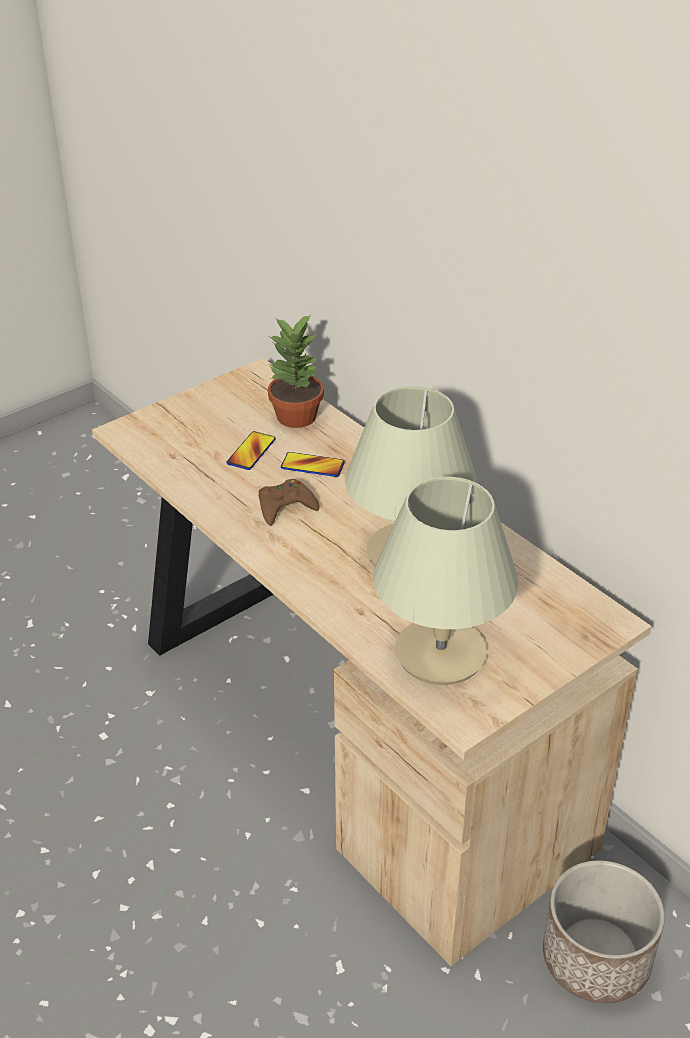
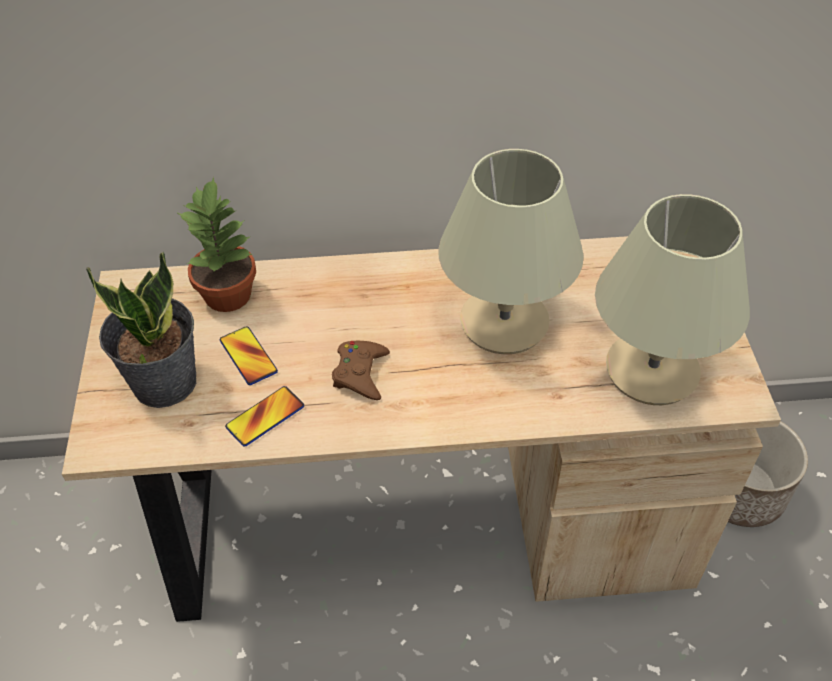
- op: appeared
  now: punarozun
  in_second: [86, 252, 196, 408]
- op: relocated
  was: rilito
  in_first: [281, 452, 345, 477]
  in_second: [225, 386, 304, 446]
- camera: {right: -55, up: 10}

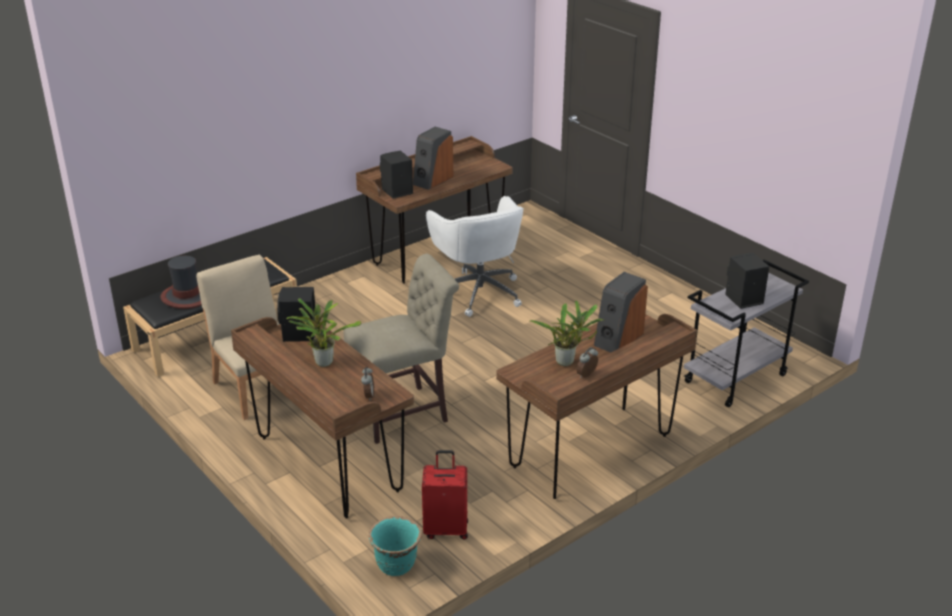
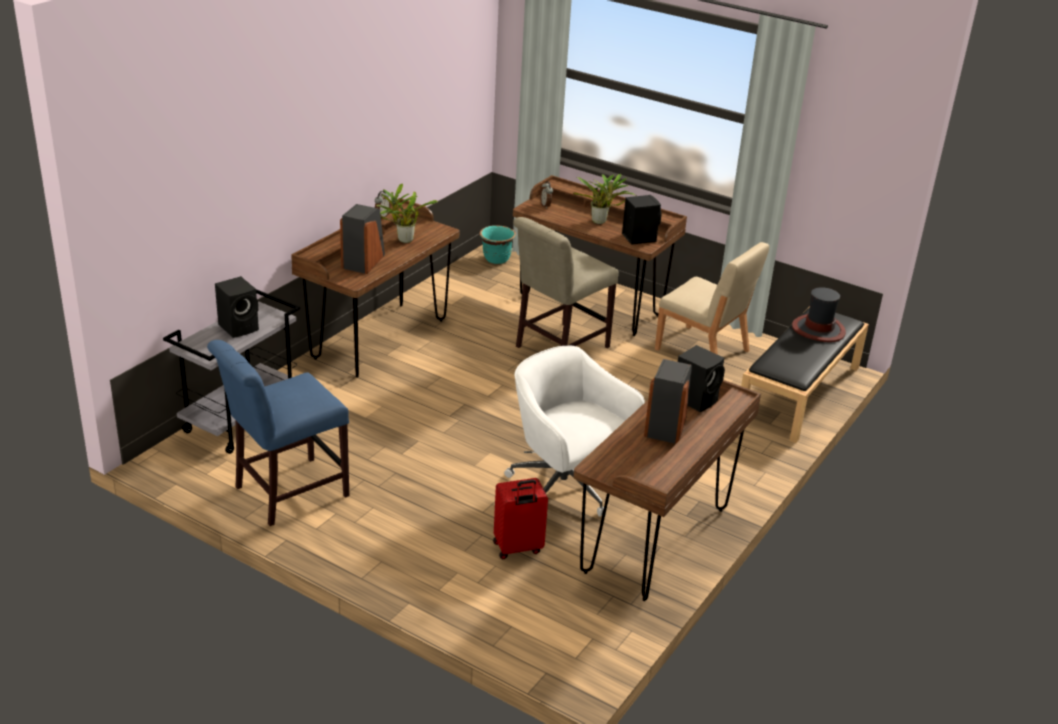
- op: appeared
  now: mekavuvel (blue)
  in_second: [207, 340, 349, 526]
- op: relocated
  was: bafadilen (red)
  in_first: [422, 450, 468, 540]
  in_second: [493, 478, 548, 559]
- camera: {right: 160, up: 0}

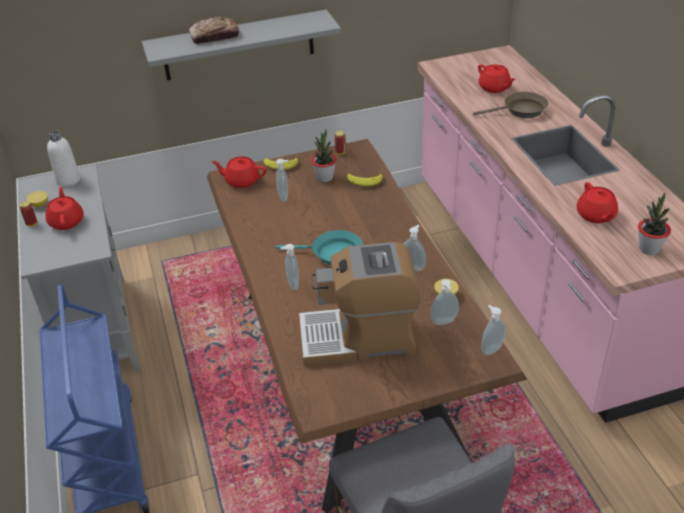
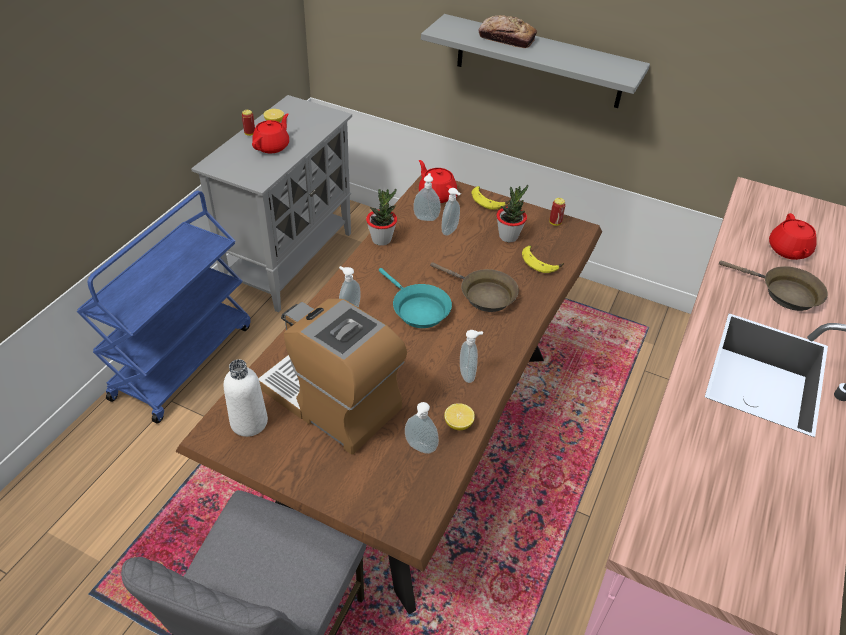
- op: relocated
  was: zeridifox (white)
  in_first: [47, 130, 80, 187]
  in_second: [224, 359, 268, 437]
- op: relocated
  was: punarozun
  in_first: [638, 193, 671, 255]
  in_second: [366, 189, 397, 246]
- op: relocated
  was: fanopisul
  in_first: [481, 305, 505, 355]
  in_second: [413, 173, 441, 221]
- op: appeared
  now: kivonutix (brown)
  in_second: [430, 262, 519, 312]
- op: missing
  was: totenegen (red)
  in_first: [577, 182, 618, 223]
- camera: {right: 40, up: 5}

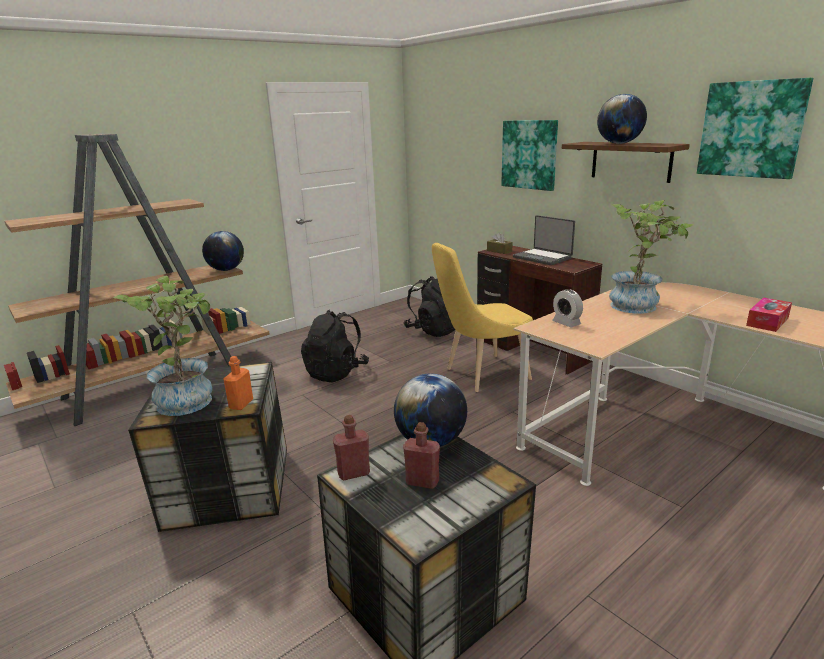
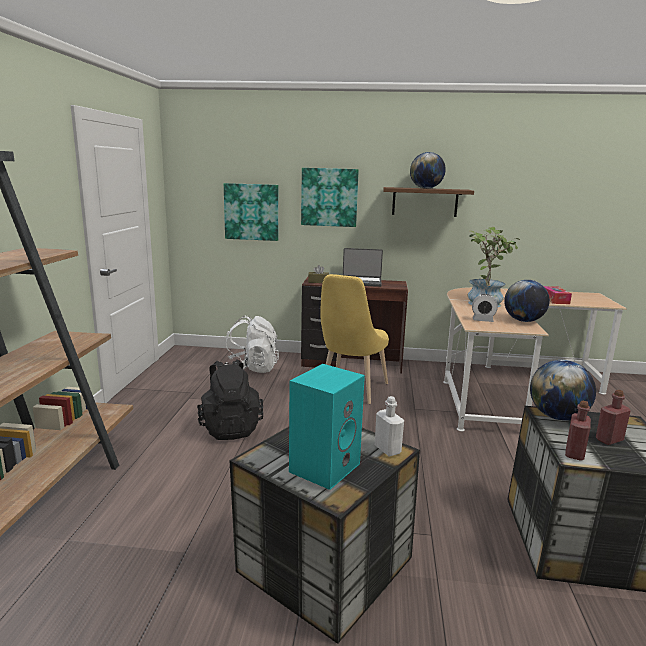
- op: relocated
  was: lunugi
  in_first: [697, 78, 813, 179]
  in_second: [224, 183, 279, 241]
- op: colour
  was: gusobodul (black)
  now: gusobodul (white)
  in_first: [404, 276, 455, 337]
  in_second: [224, 316, 279, 373]
- op: exchanged
  was: punarozun
  now: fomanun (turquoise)
  in_first: [114, 276, 212, 416]
  in_second: [289, 364, 365, 490]
- op: colour
  was: zeridifox (orange)
  now: zeridifox (white)
  in_first: [223, 356, 253, 410]
  in_second: [375, 396, 404, 456]
- op: relocated
  was: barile
  in_first: [202, 231, 244, 271]
  in_second: [504, 280, 550, 322]
- camera: {right: -45, up: -5}

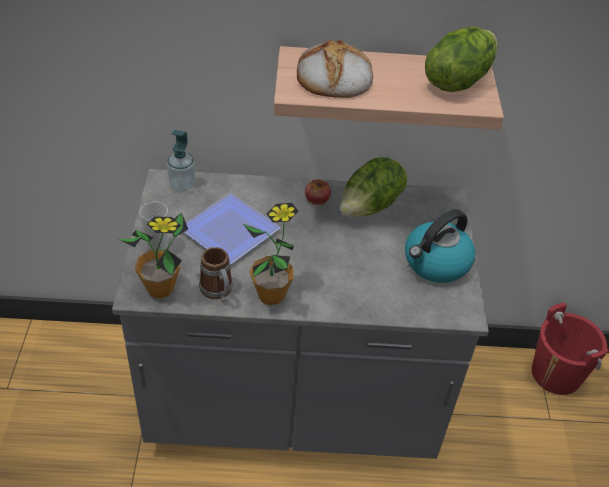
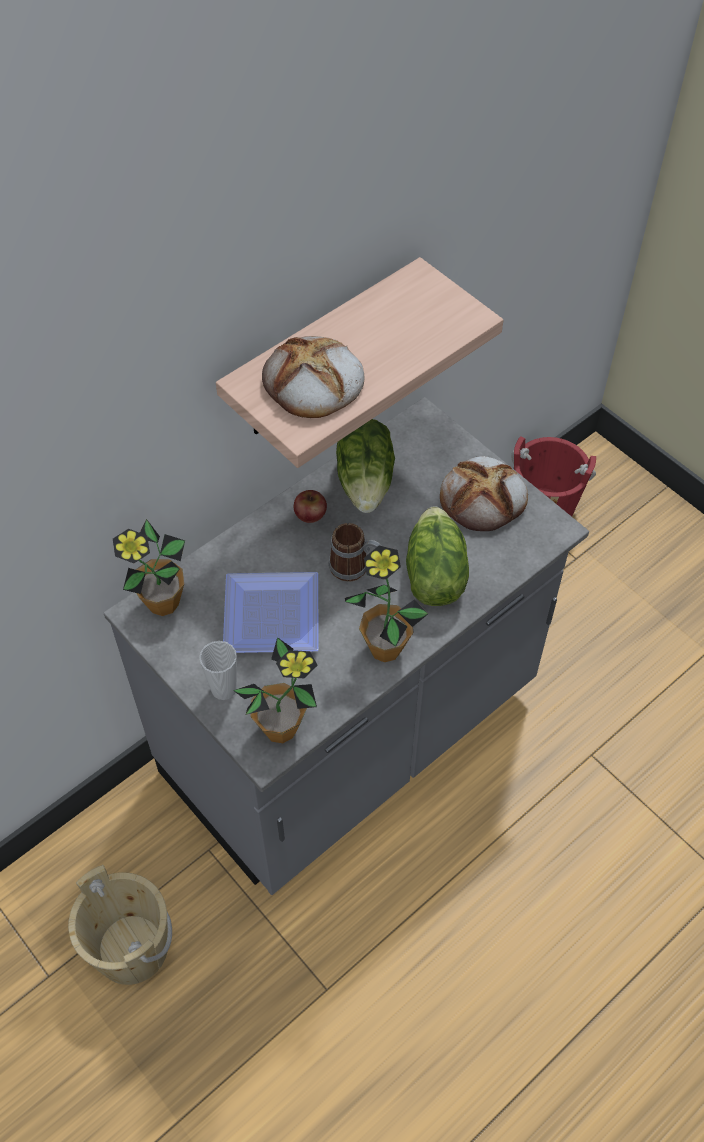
- op: appeared
  now: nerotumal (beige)
  in_second: [68, 865, 172, 985]
- op: exchanged
  was: fanopisul
  now: punarozun
  in_first: [167, 130, 196, 192]
  in_second: [113, 519, 185, 616]
- op: relocated
  was: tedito
  in_first: [199, 247, 233, 302]
  in_second: [328, 523, 382, 582]
- op: relocated
  was: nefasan
  in_first: [425, 27, 498, 92]
  in_second: [406, 506, 469, 606]
- op: exchanged
  was: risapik
  now: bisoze
  in_first: [405, 209, 475, 283]
  in_second: [440, 456, 528, 531]
- camera: {right: -40, up: 10}

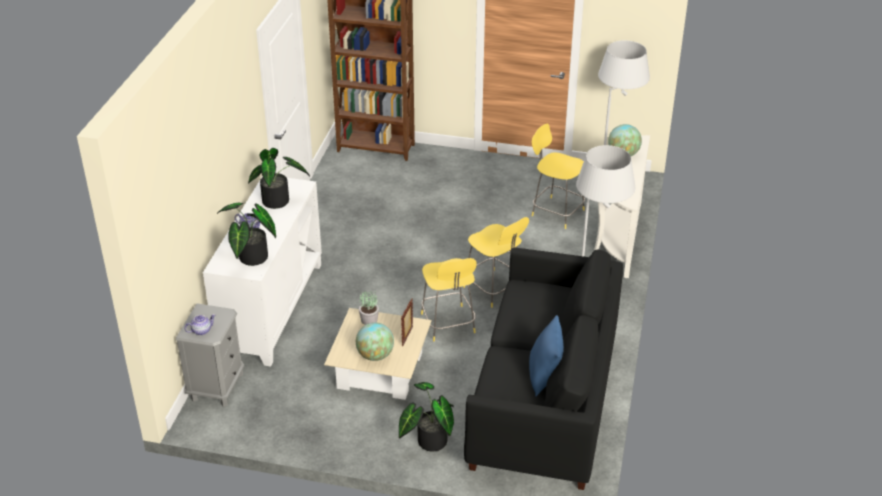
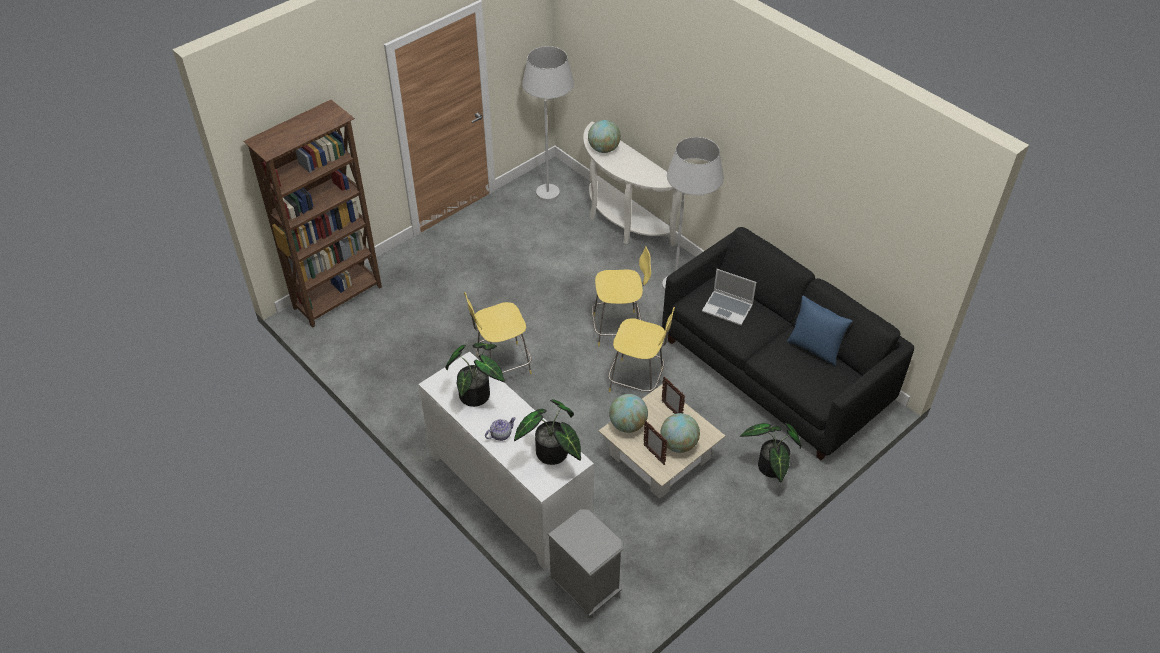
- op: relocated
  was: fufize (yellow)
  in_first: [532, 124, 585, 229]
  in_second: [464, 292, 532, 374]
- op: exchanged
  was: punarozun
  now: barile
  in_first: [359, 291, 379, 325]
  in_second: [609, 394, 648, 433]
- op: appeared
  now: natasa
  in_second: [644, 421, 667, 465]
- op: appeared
  now: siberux
  in_second: [702, 269, 756, 326]
- op: missing
  was: totenegen
  in_first: [185, 314, 216, 335]
- camera: {right: -55, up: 10}

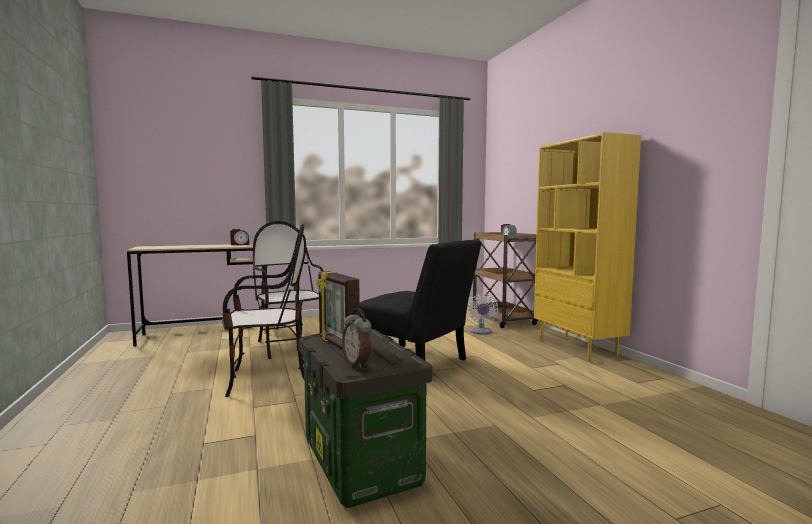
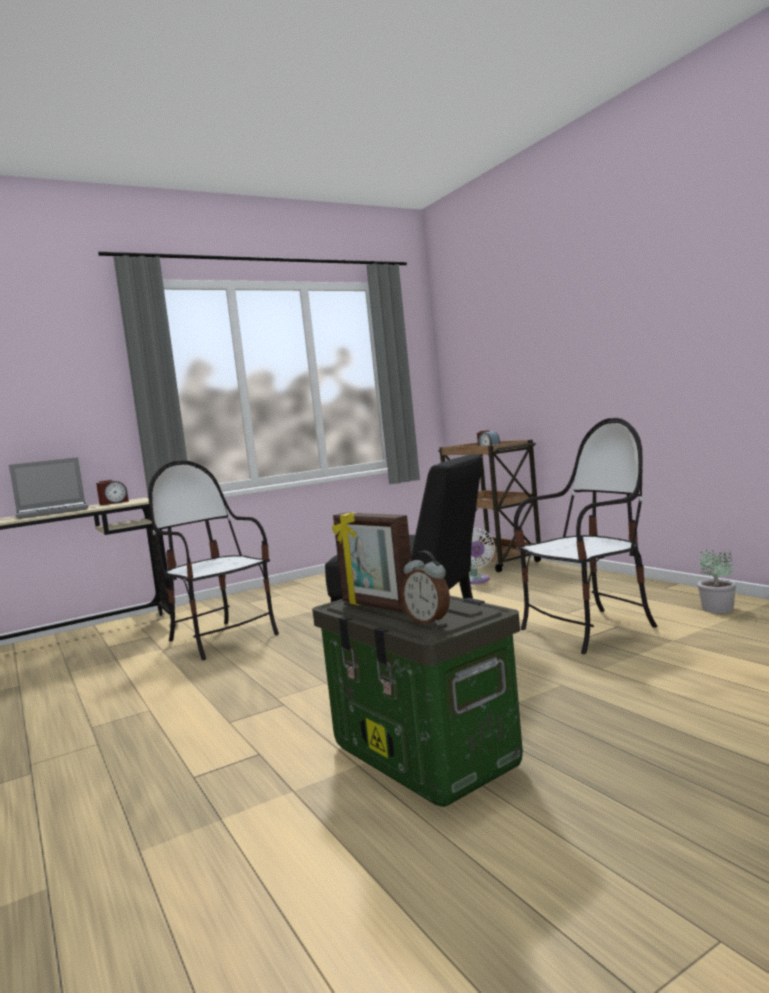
- op: appeared
  now: siberux
  in_second: [9, 457, 89, 519]
- op: relocated
  was: mekavuvel
  in_first: [222, 224, 306, 397]
  in_second: [514, 418, 657, 654]
- op: appeared
  now: punarozun
  in_second: [697, 550, 736, 613]
- op: missing
  was: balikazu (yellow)
  in_first: [534, 132, 641, 361]
- camera: {right: -10, up: 0}

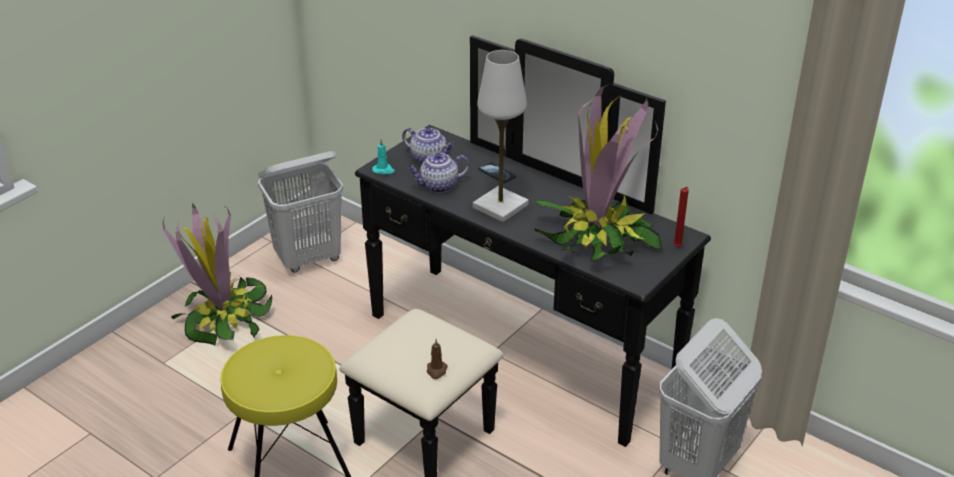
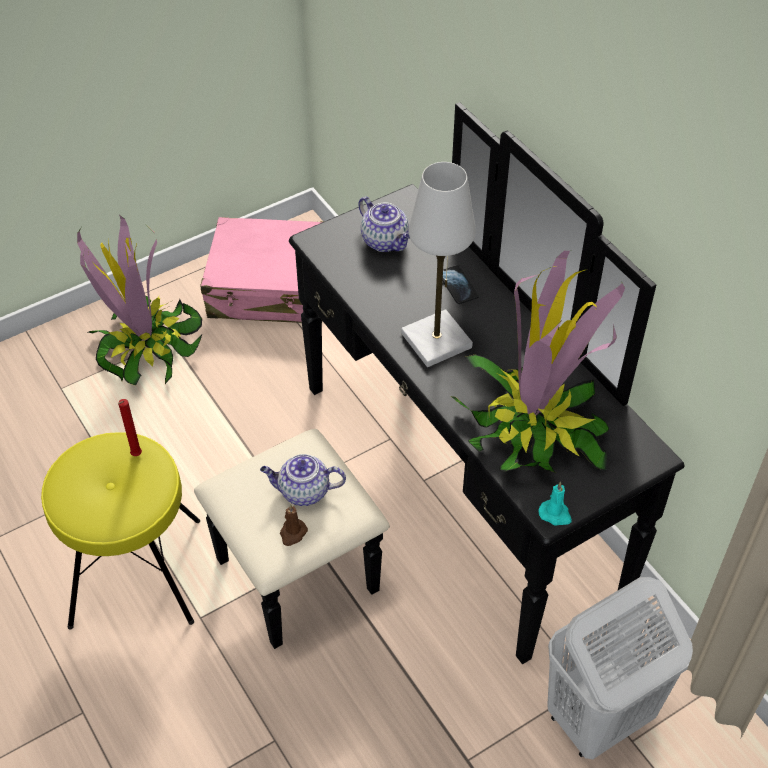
- op: relocated
  was: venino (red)
  in_first: [673, 187, 689, 247]
  in_second: [118, 399, 142, 456]
- op: exchanged
  was: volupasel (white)
  now: bafadilen (pink)
  in_first: [258, 151, 343, 272]
  in_second: [201, 217, 324, 323]
- op: relocated
  was: totenegen
  in_first: [408, 153, 469, 193]
  in_second: [260, 454, 346, 506]
- op: relocated
  was: venino (turquoise)
  in_first: [372, 139, 395, 174]
  in_second: [539, 482, 572, 525]
- camera: {right: 20, up: 15}

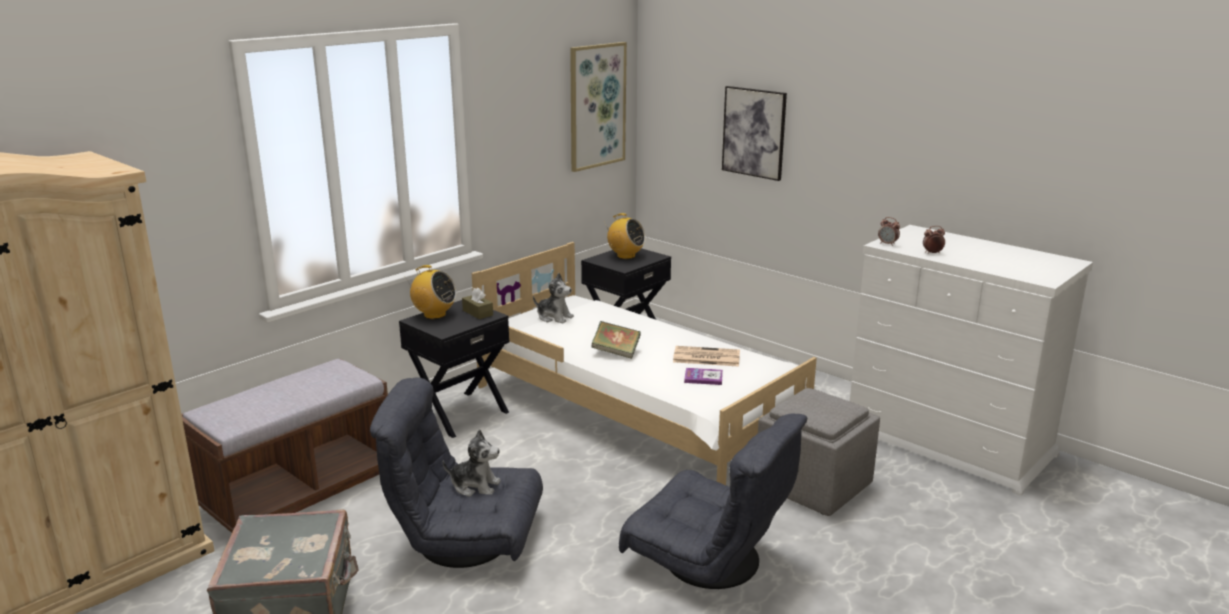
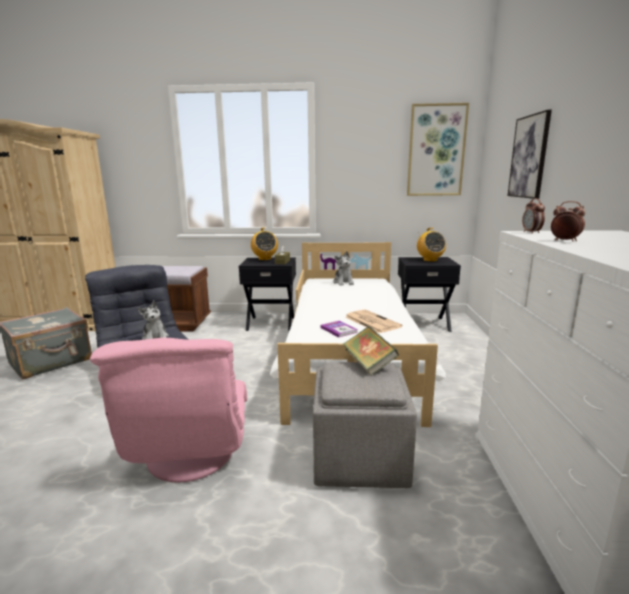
- op: colour
  was: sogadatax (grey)
  now: sogadatax (pink)
  in_first: [619, 413, 807, 589]
  in_second: [90, 338, 247, 483]
- op: relocated
  was: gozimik
  in_first: [592, 321, 641, 359]
  in_second: [343, 326, 399, 376]
- camera: {right: 50, up: -5}

